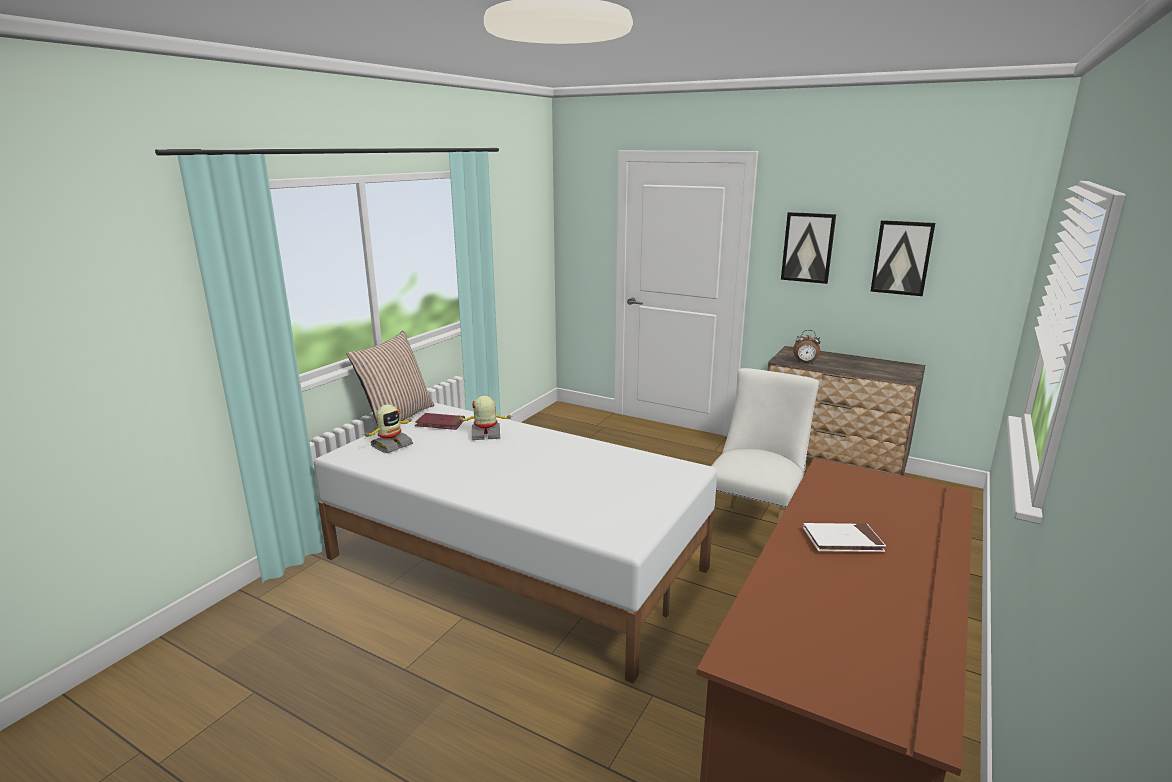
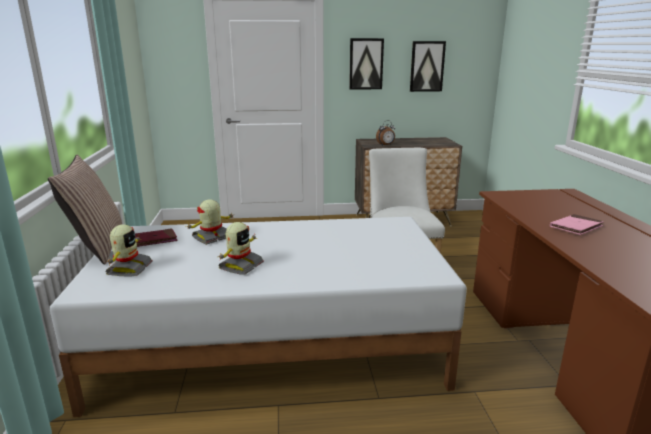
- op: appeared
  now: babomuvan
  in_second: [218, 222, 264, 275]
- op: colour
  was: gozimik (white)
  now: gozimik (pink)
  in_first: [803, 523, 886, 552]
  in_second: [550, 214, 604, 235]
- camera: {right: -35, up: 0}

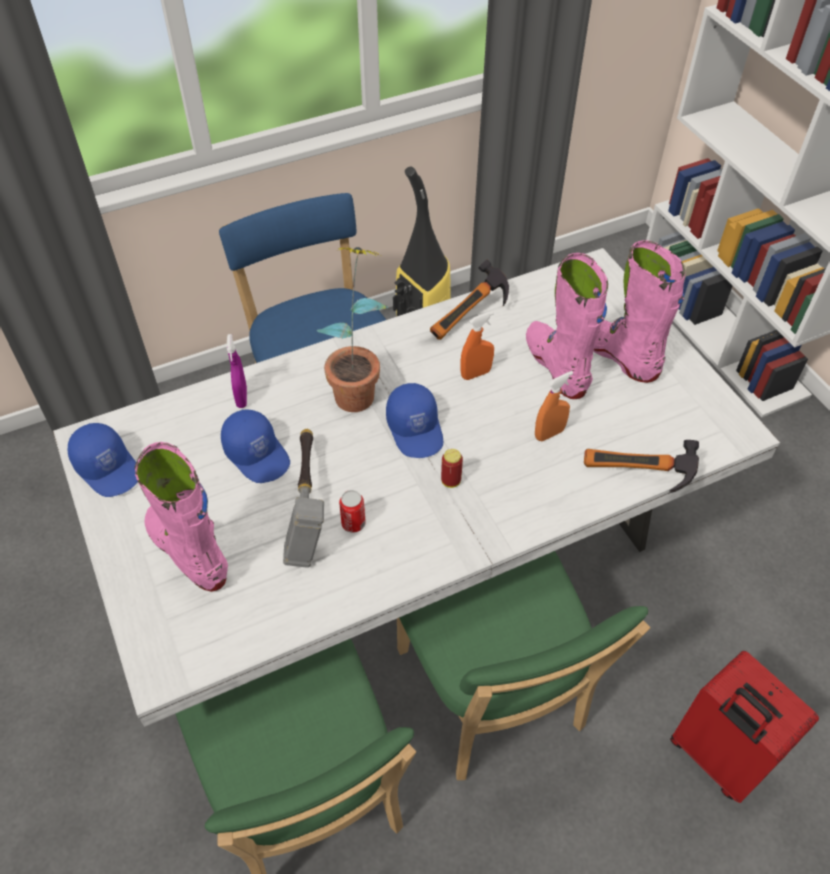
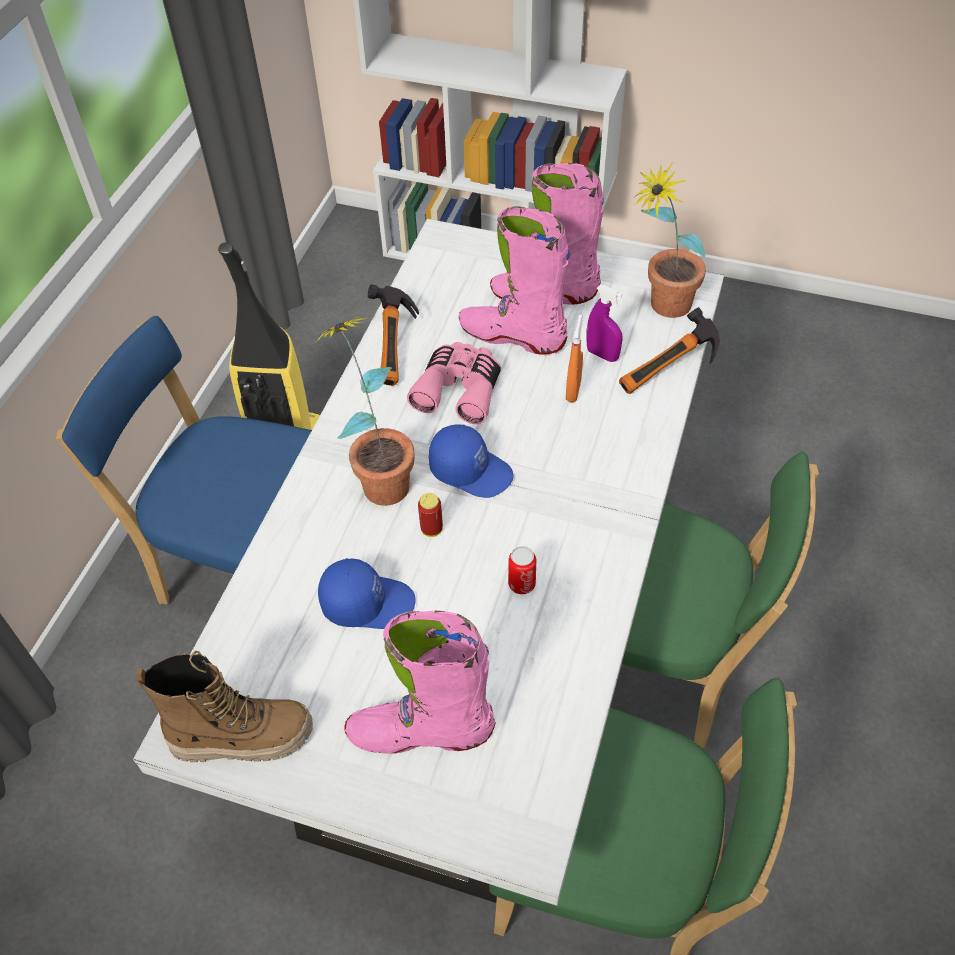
- op: exchanged
  was: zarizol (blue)
  now: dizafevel
  in_first: [68, 423, 138, 497]
  in_second: [136, 651, 313, 762]
- op: exchanged
  was: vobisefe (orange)
  now: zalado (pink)
  in_first: [460, 311, 494, 380]
  in_second: [407, 342, 501, 424]
- op: relocated
  was: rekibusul
  in_first: [441, 449, 463, 488]
  in_second: [418, 493, 443, 537]
- op: relocated
  was: vobisefe (purple)
  in_first: [227, 334, 247, 408]
  in_second: [586, 285, 623, 362]
- op: appeared
  now: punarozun
  in_second: [634, 163, 706, 318]
- op: missing
  was: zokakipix
  in_first: [283, 429, 324, 568]
- op: missing
  was: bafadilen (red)
  in_first: [670, 651, 819, 803]
- camera: {right: -45, up: 0}

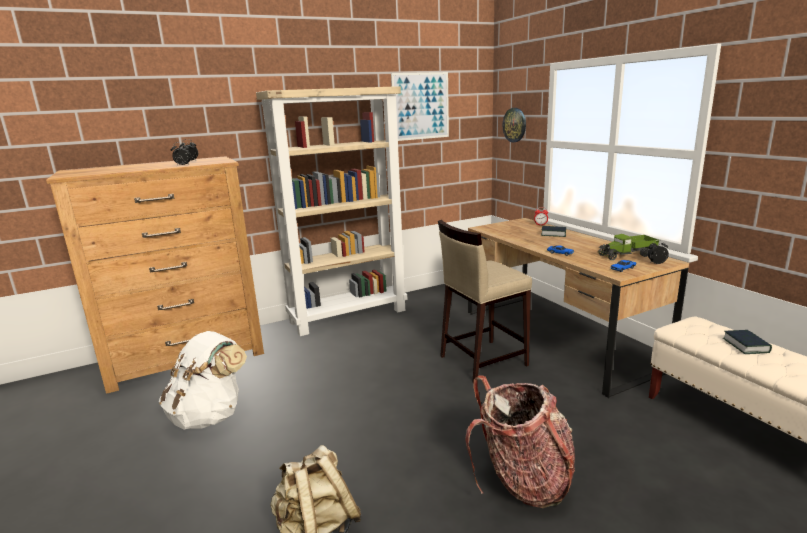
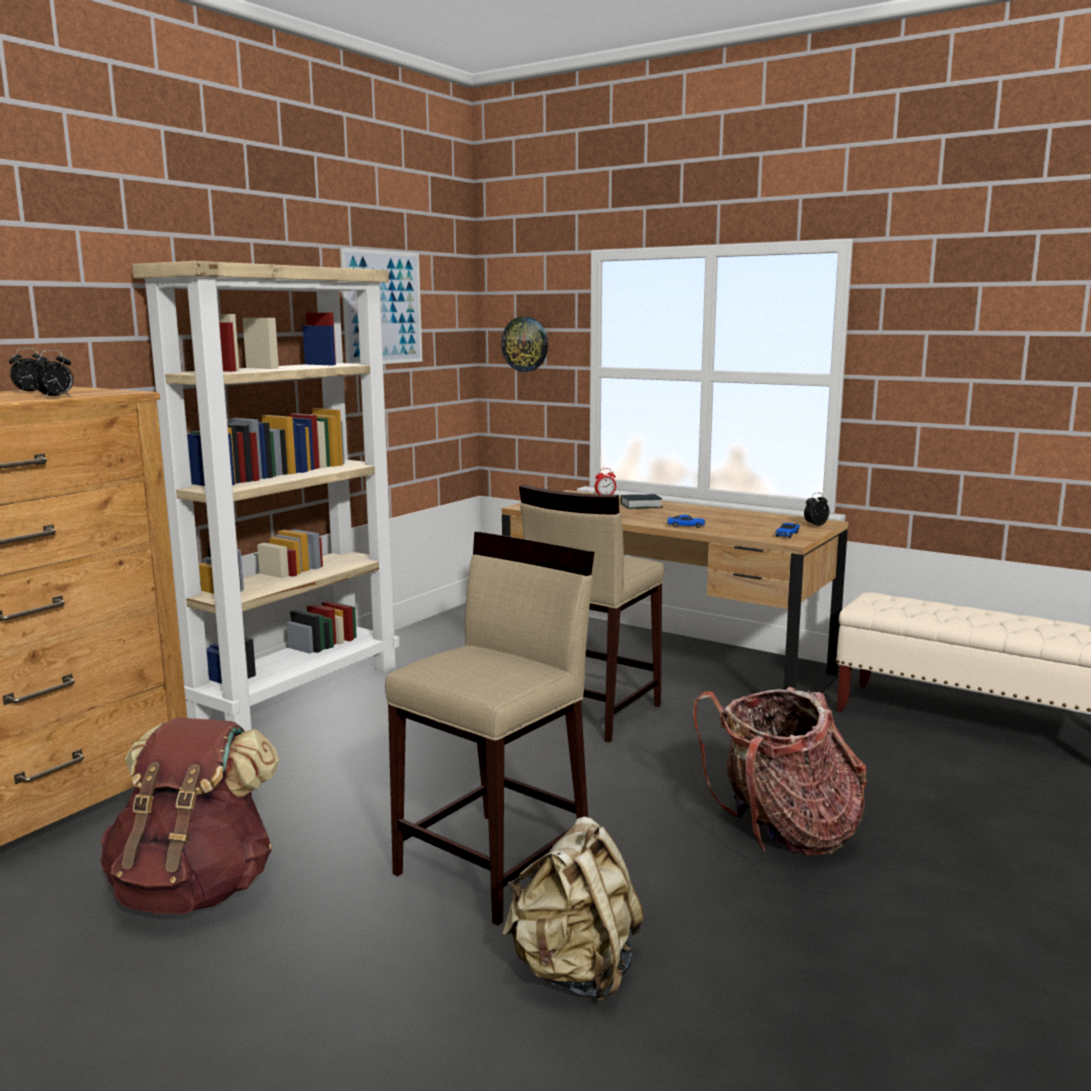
- op: colour
  was: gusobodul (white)
  now: gusobodul (brown)
  in_first: [159, 331, 247, 430]
  in_second: [100, 717, 279, 914]
- op: appeared
  now: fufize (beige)
  in_second: [385, 532, 594, 926]
- op: missing
  was: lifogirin
  in_first: [598, 234, 659, 260]
- op: missing
  was: gozimik
  in_first: [723, 330, 772, 354]
- camera: {right: -30, up: -5}

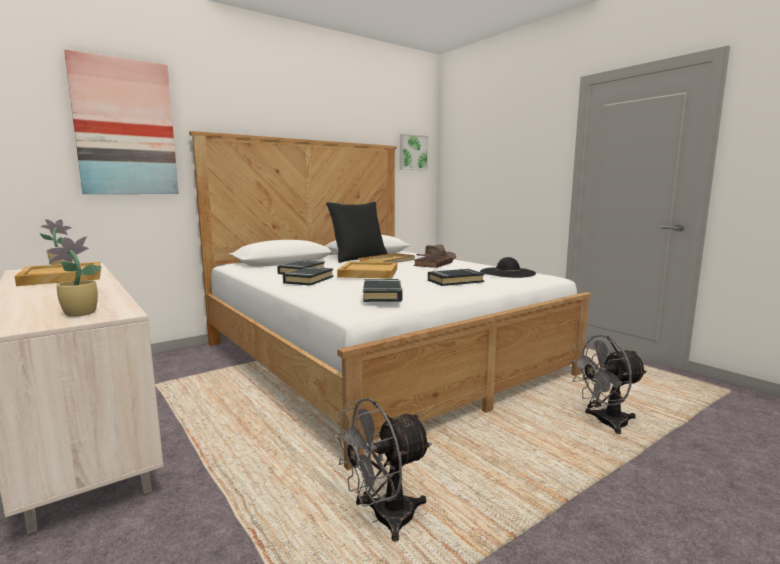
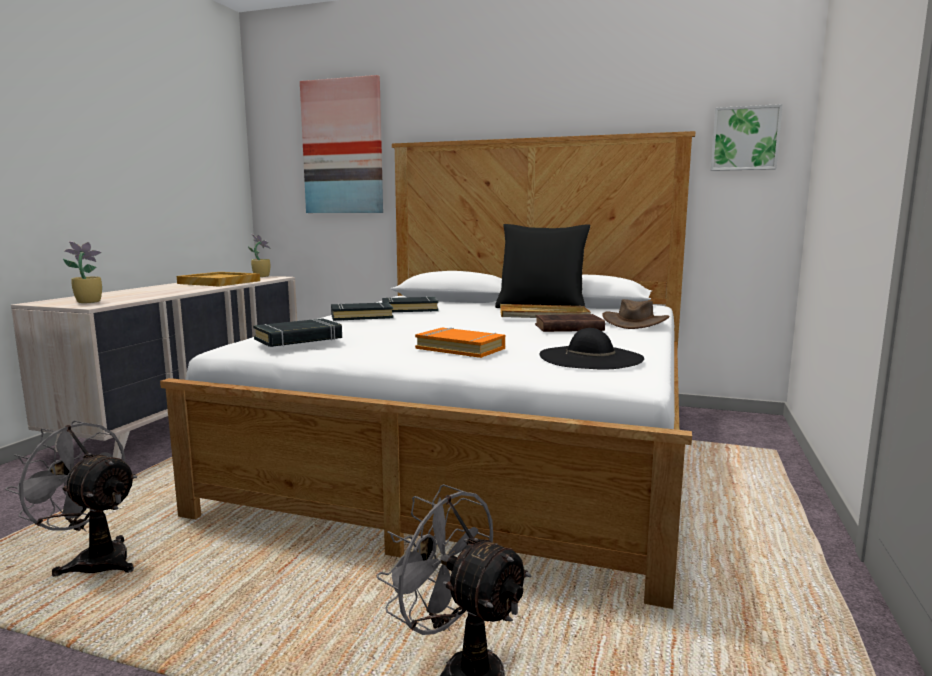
- op: colour
  was: gozimik (black)
  now: gozimik (orange)
  in_first: [428, 269, 485, 286]
  in_second: [415, 328, 505, 358]
- op: missing
  was: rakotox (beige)
  in_first: [337, 262, 397, 279]
- camera: {right: 55, up: 0}

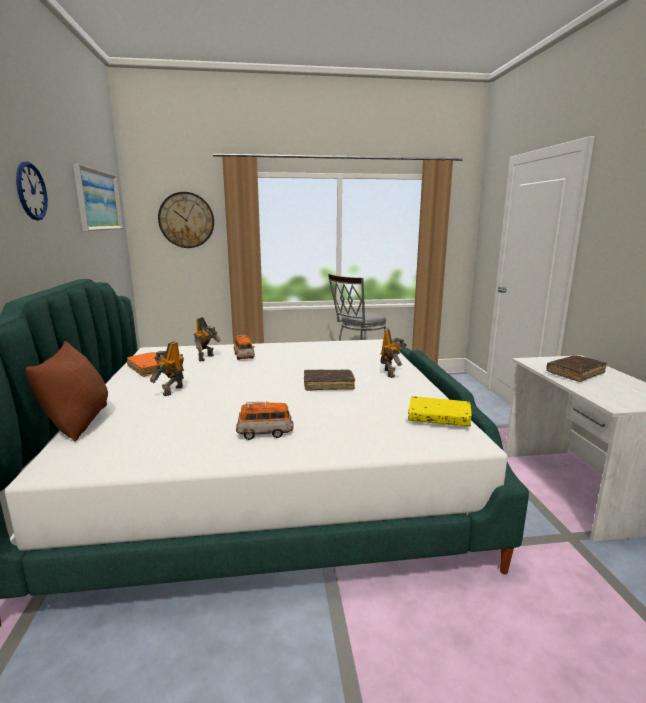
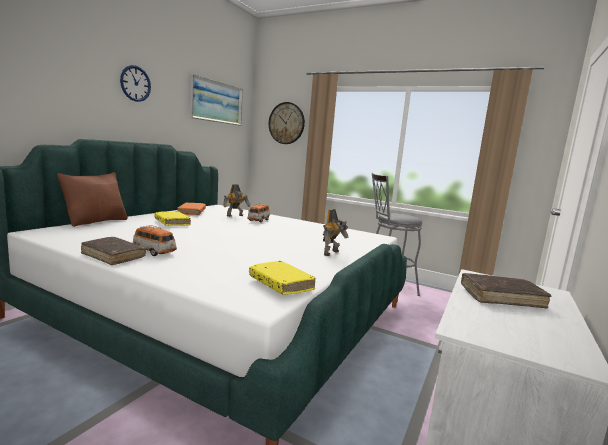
- op: relocated
  was: gozimik (brown)
  in_first: [304, 370, 355, 391]
  in_second: [81, 237, 146, 265]
- op: exchanged
  was: babomuvan
  now: gozimik (yellow)
  in_first: [150, 341, 184, 396]
  in_second: [154, 211, 191, 226]
- camera: {right: 35, up: -5}

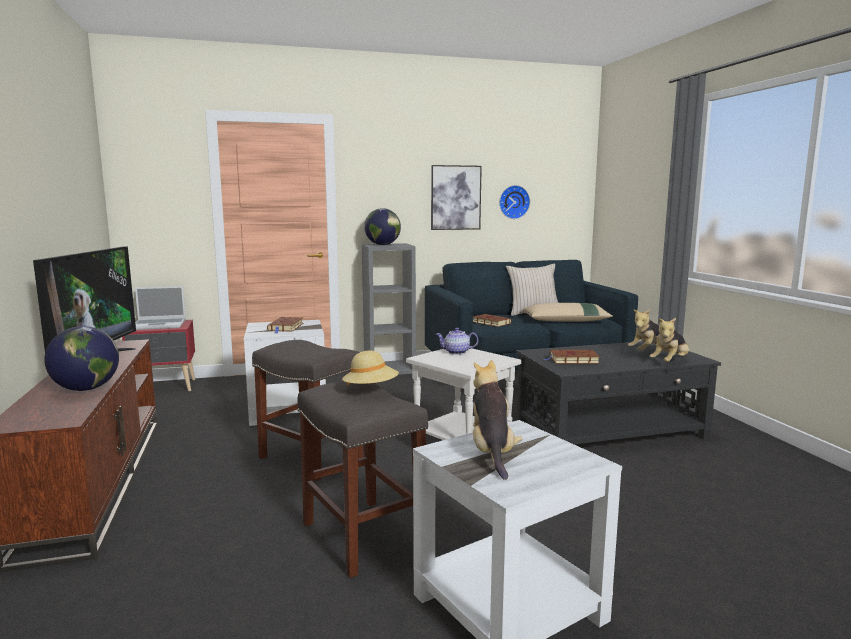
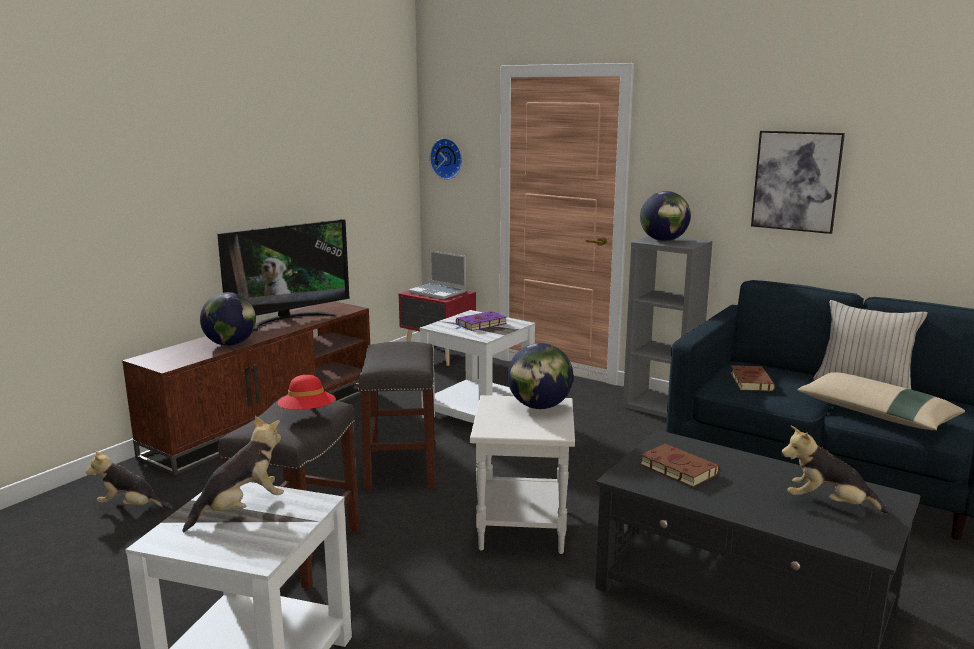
- op: relocated
  was: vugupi
  in_first: [650, 318, 689, 362]
  in_second: [86, 450, 173, 509]
- op: colour
  was: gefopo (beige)
  now: gefopo (red)
  in_first: [342, 351, 399, 385]
  in_second: [278, 375, 335, 410]
- op: relocated
  was: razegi
  in_first: [499, 185, 530, 219]
  in_second: [430, 138, 462, 180]
- op: colour
  was: gozimik (brown)
  now: gozimik (purple)
  in_first: [267, 317, 303, 333]
  in_second: [454, 311, 507, 331]
- op: exchanged
  was: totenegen
  now: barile
  in_first: [436, 328, 478, 355]
  in_second: [507, 343, 573, 409]
- camera: {right: 50, up: 5}

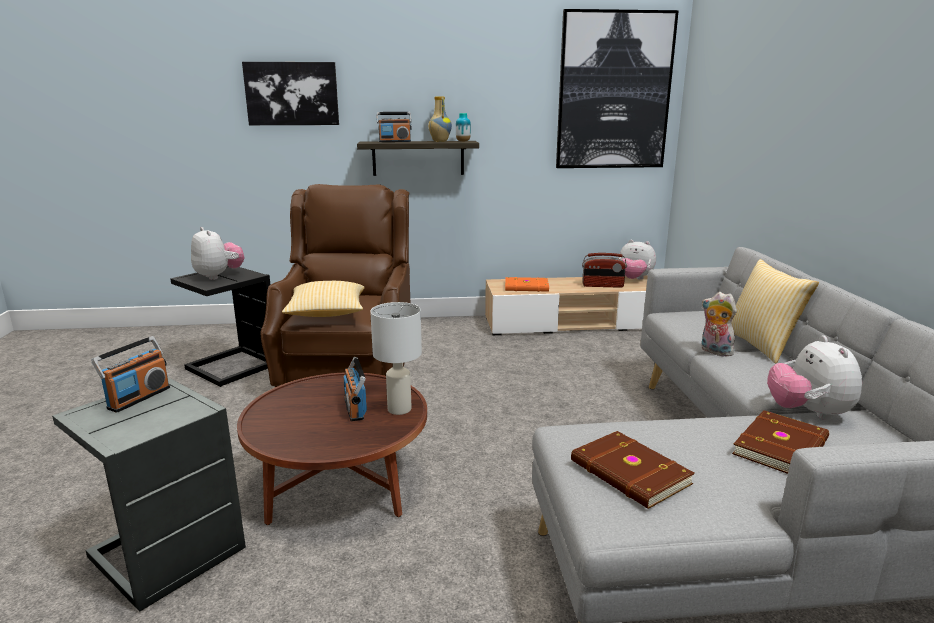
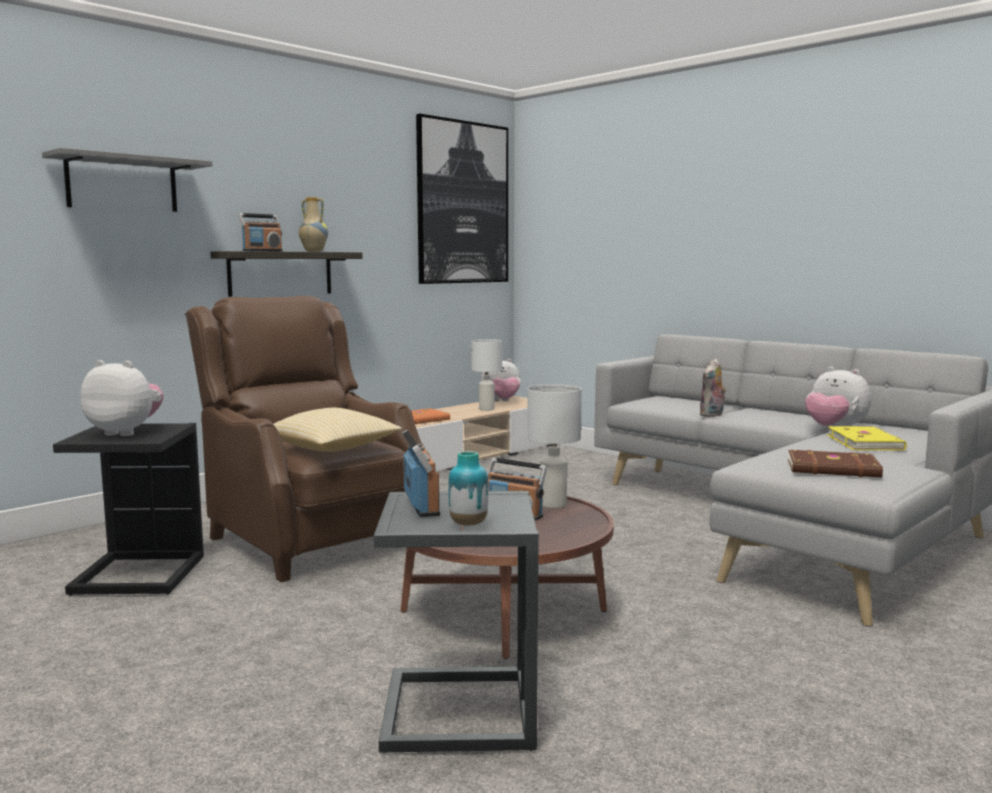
- op: exchanged
  was: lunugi
  now: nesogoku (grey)
  in_first: [242, 62, 339, 125]
  in_second: [42, 148, 213, 212]
- op: relocated
  was: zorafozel
  in_first: [456, 113, 471, 142]
  in_second: [448, 451, 489, 526]
- op: exchanged
  was: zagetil
  now: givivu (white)
  in_first: [582, 253, 627, 288]
  in_second: [471, 339, 502, 411]
- op: spun
  was: vugupi
  in_first: [702, 292, 737, 357]
  in_second: [700, 359, 727, 417]
  clockwise: -60
- op: colour
  was: gozimik (brown)
  now: gozimik (yellow)
  in_first: [732, 410, 829, 474]
  in_second: [827, 426, 907, 450]
- op: missing
  was: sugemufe
  in_first: [731, 259, 819, 363]
- camera: {right: -40, up: -10}

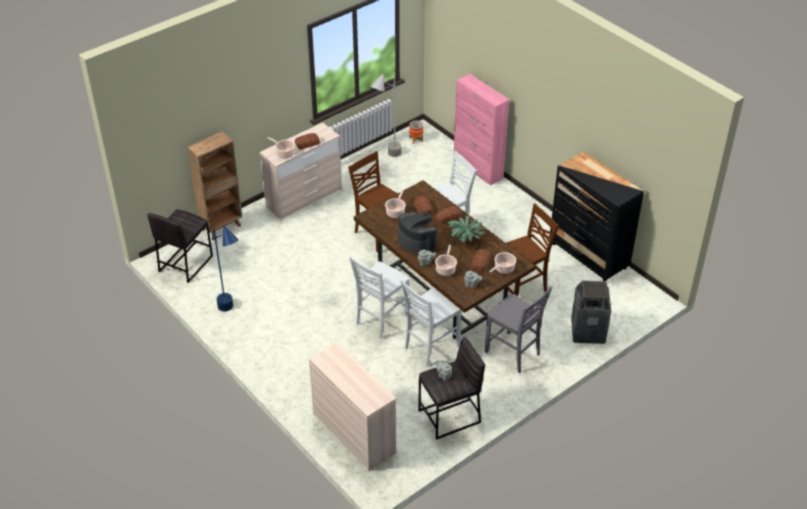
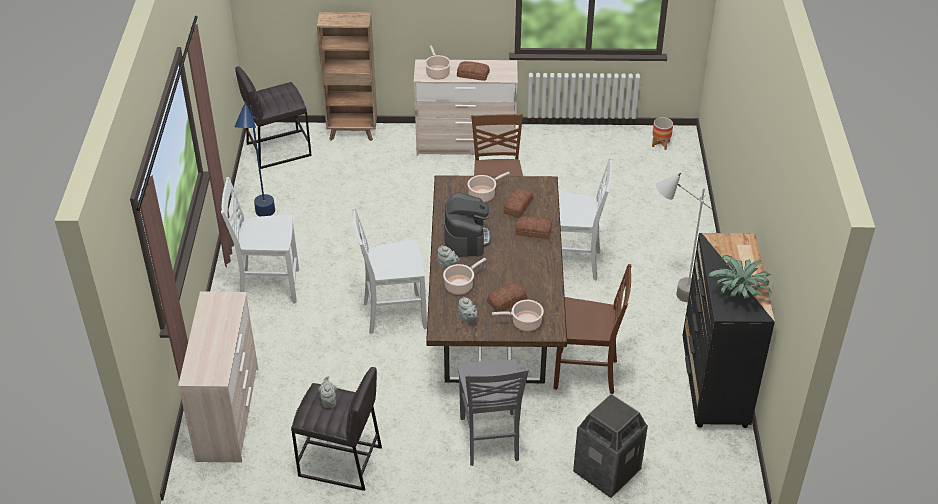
- op: relocated
  was: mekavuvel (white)
  in_first: [400, 279, 461, 366]
  in_second: [221, 177, 299, 303]
- op: relocated
  was: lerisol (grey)
  in_first: [371, 73, 401, 157]
  in_second: [655, 173, 712, 302]
- op: relocated
  was: punarozun
  in_first: [447, 216, 487, 242]
  in_second: [708, 255, 772, 299]
- op: missing
  was: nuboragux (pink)
  in_first: [454, 74, 509, 186]
- camera: {right: 40, up: 0}

